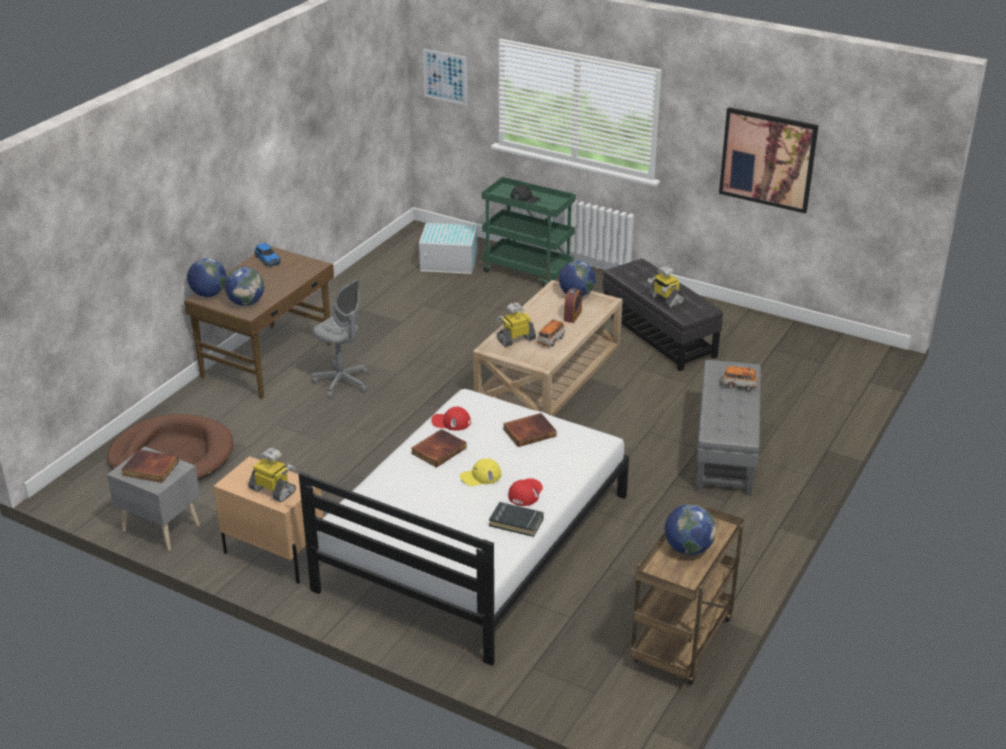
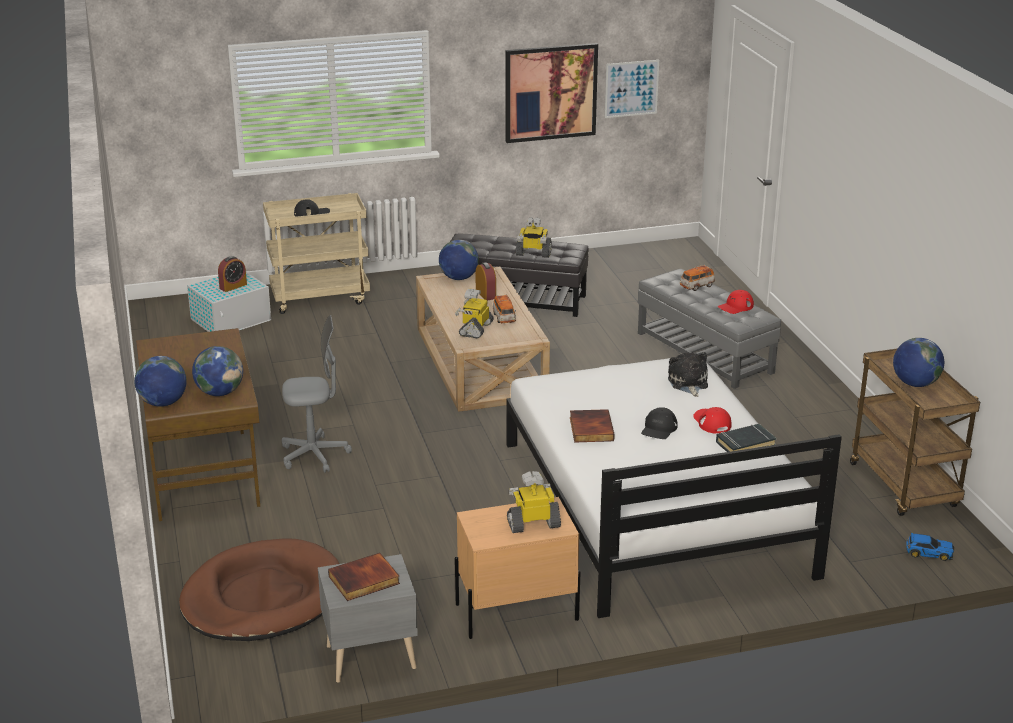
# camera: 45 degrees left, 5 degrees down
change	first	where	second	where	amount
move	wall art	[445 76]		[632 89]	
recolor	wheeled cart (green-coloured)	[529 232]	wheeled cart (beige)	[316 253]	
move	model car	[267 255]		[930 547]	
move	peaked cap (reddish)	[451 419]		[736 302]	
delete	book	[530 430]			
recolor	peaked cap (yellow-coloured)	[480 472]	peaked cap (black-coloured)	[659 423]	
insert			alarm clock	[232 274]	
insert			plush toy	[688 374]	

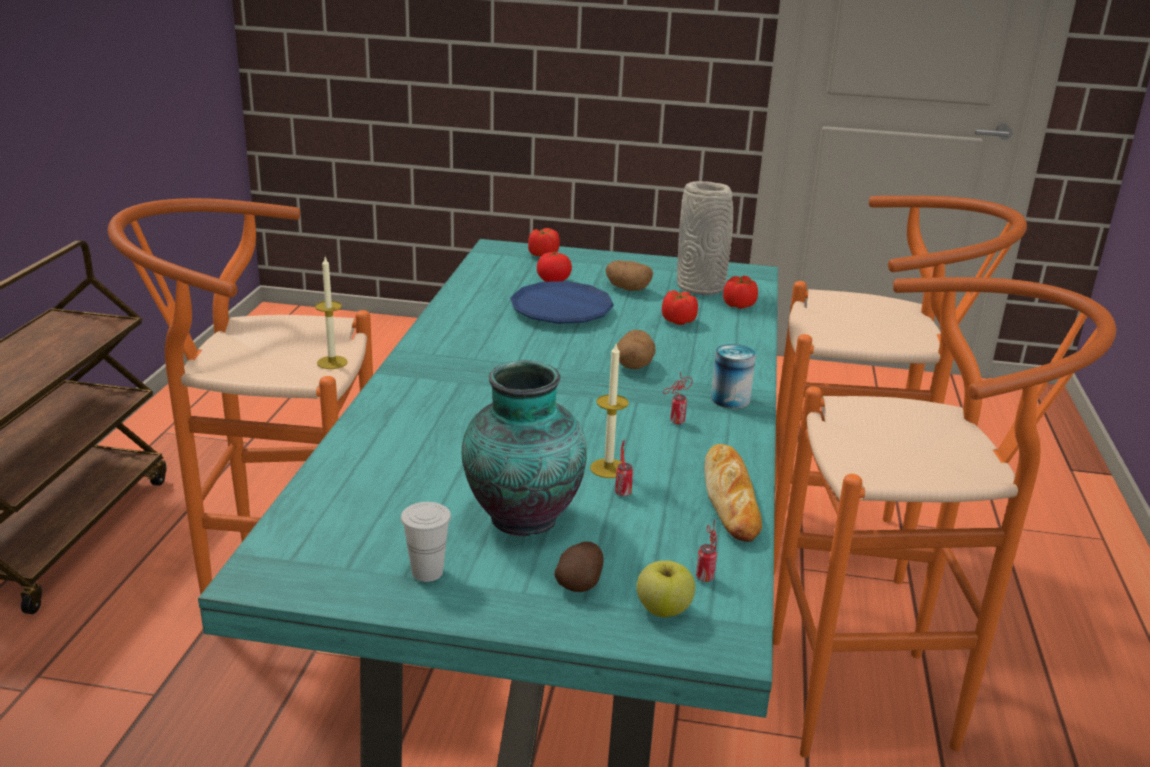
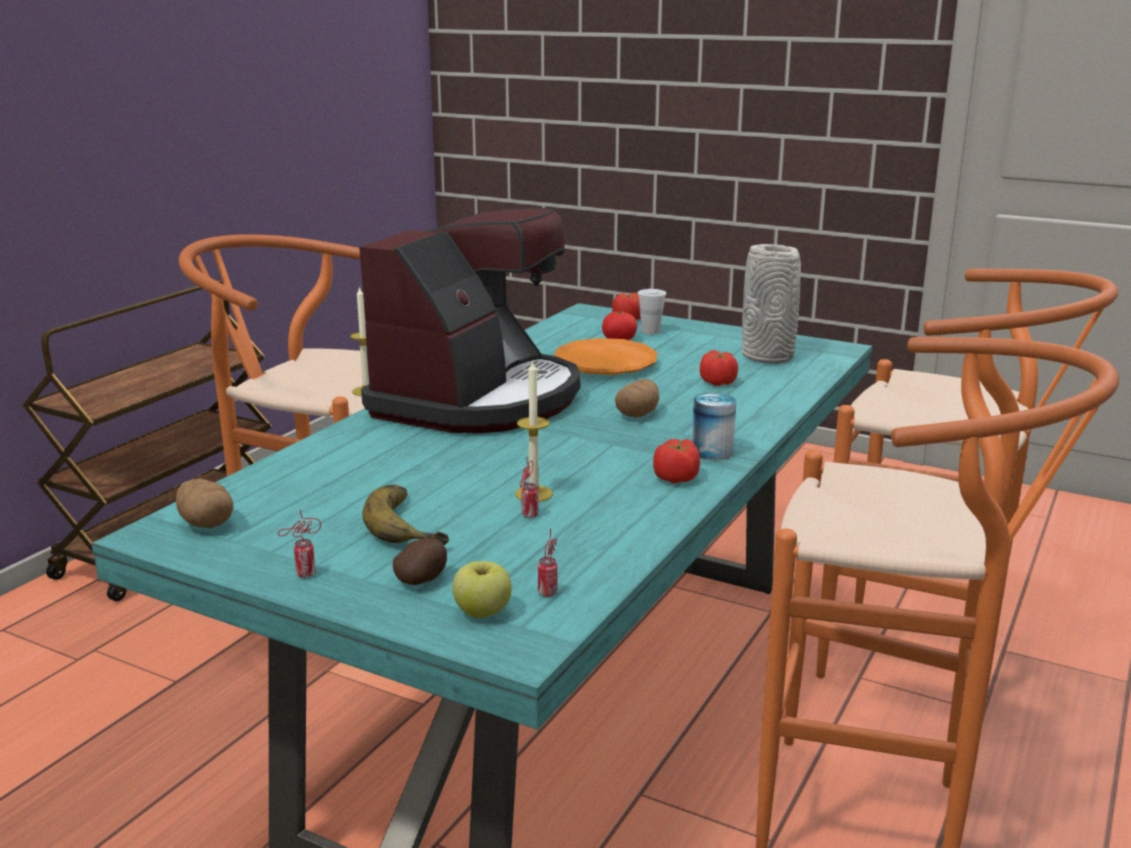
# camera: 20 degrees right, 5 degrees down
change	first	where	second	where	amount
move	whole potato	[629 275]		[204 503]	
move	tomato	[740 292]		[676 461]	
recolor	flat dish (blue-coloured)	[562 302]	flat dish (orange-coloured)	[606 356]	
replace	vase	[524 448]	whole banana	[405 515]	
move	sealed can	[677 398]		[299 543]	
delete	bread	[733 493]			
move	cup (white-coloured)	[426 542]		[651 311]	
insert			coffee machine	[470 320]	

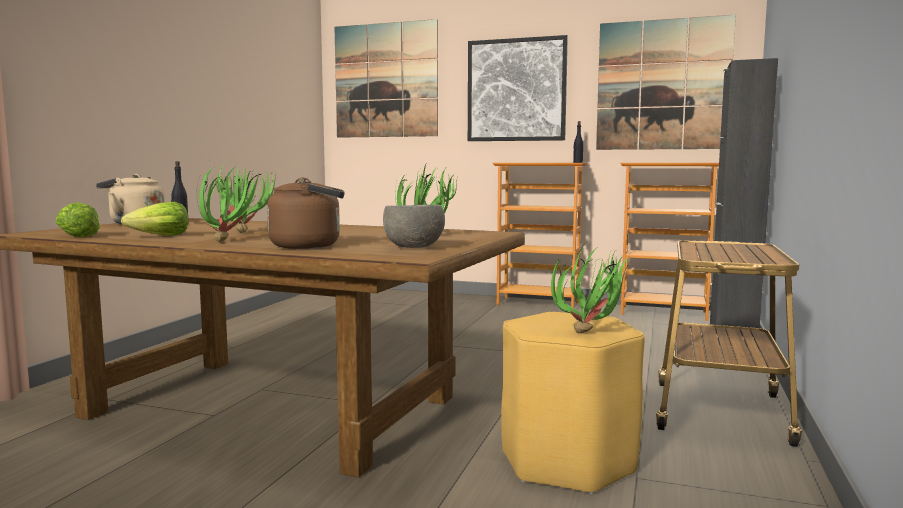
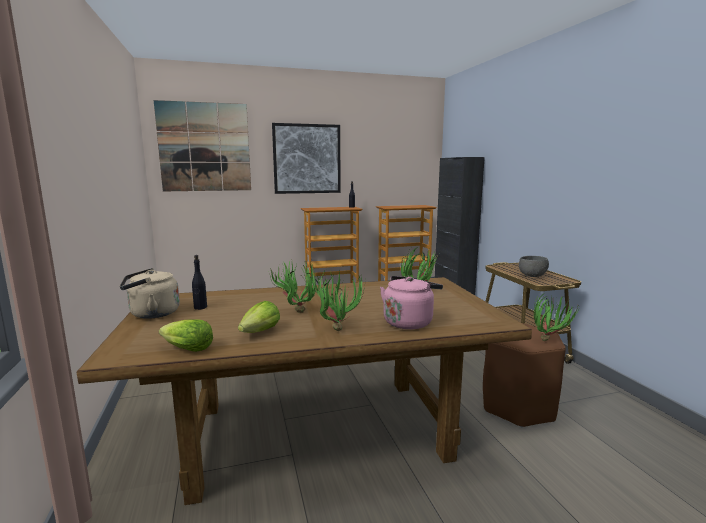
# camera: 35 degrees left, 5 degrees up
change	first	where	second	where	amount
delete	wall art	[666 82]			
recolor	water kettle (brown-coloured)	[306 213]	water kettle (pink)	[411 302]	
move	deep dish (grey)	[414 226]		[534 266]	
recolor	sitting stool (yellow-coloured)	[573 403]	sitting stool (brown-coloured)	[524 375]	

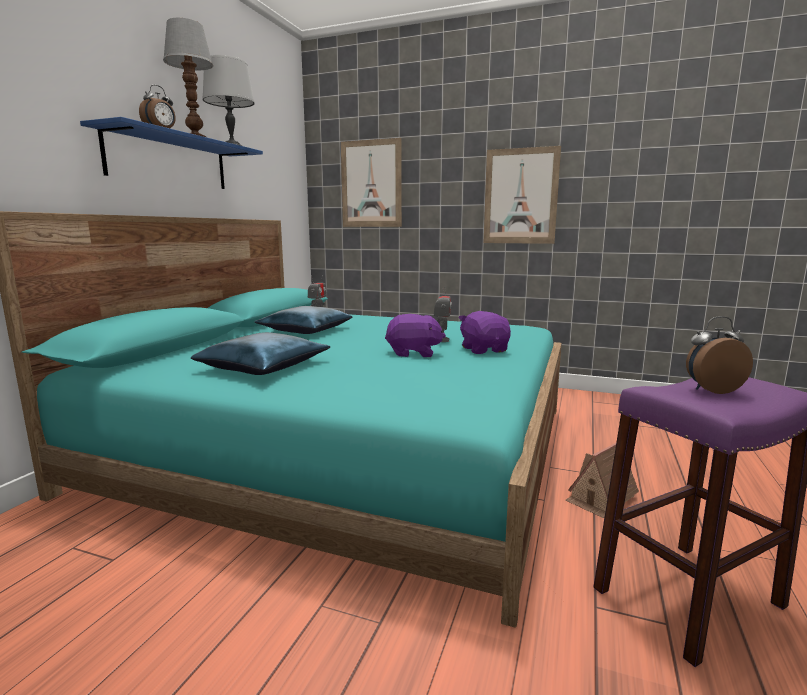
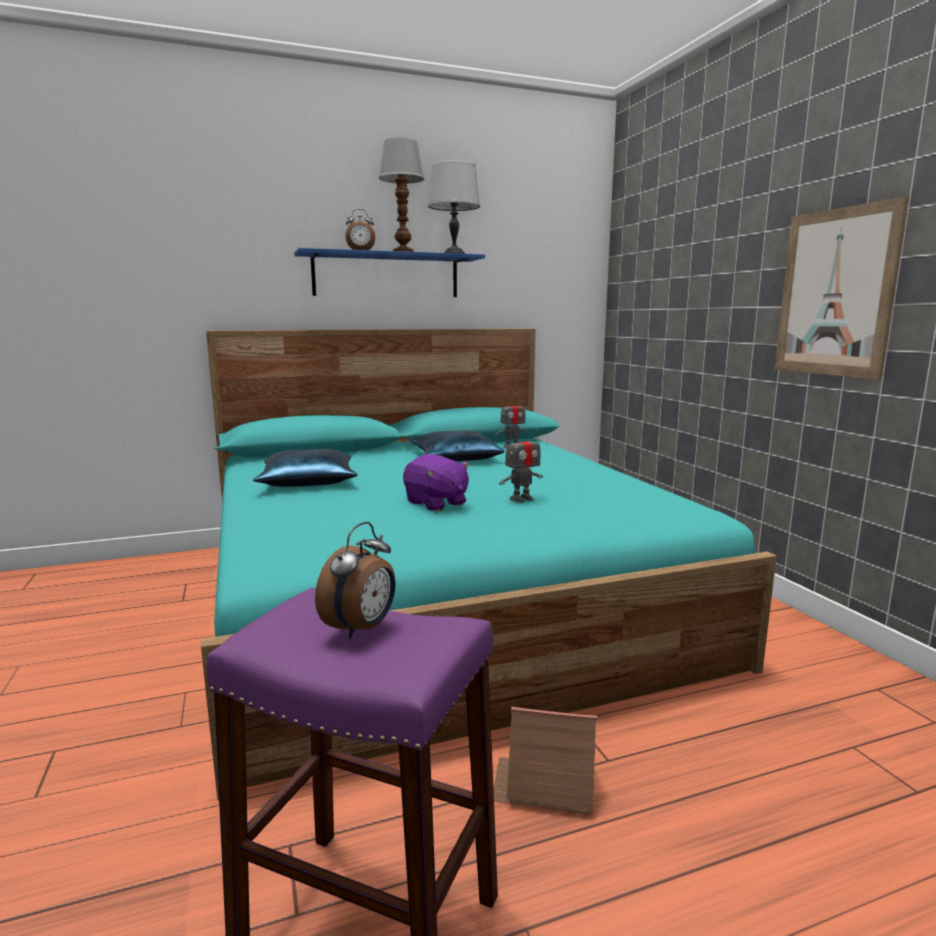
# camera: 50 degrees right, 0 degrees up
change	first	where	second	where	amount
delete	wall art	[371 182]			
delete	plush toy (purple)	[485 332]			
rotate	alarm clock	[719 355]		[355 580]	75 degrees clockwise

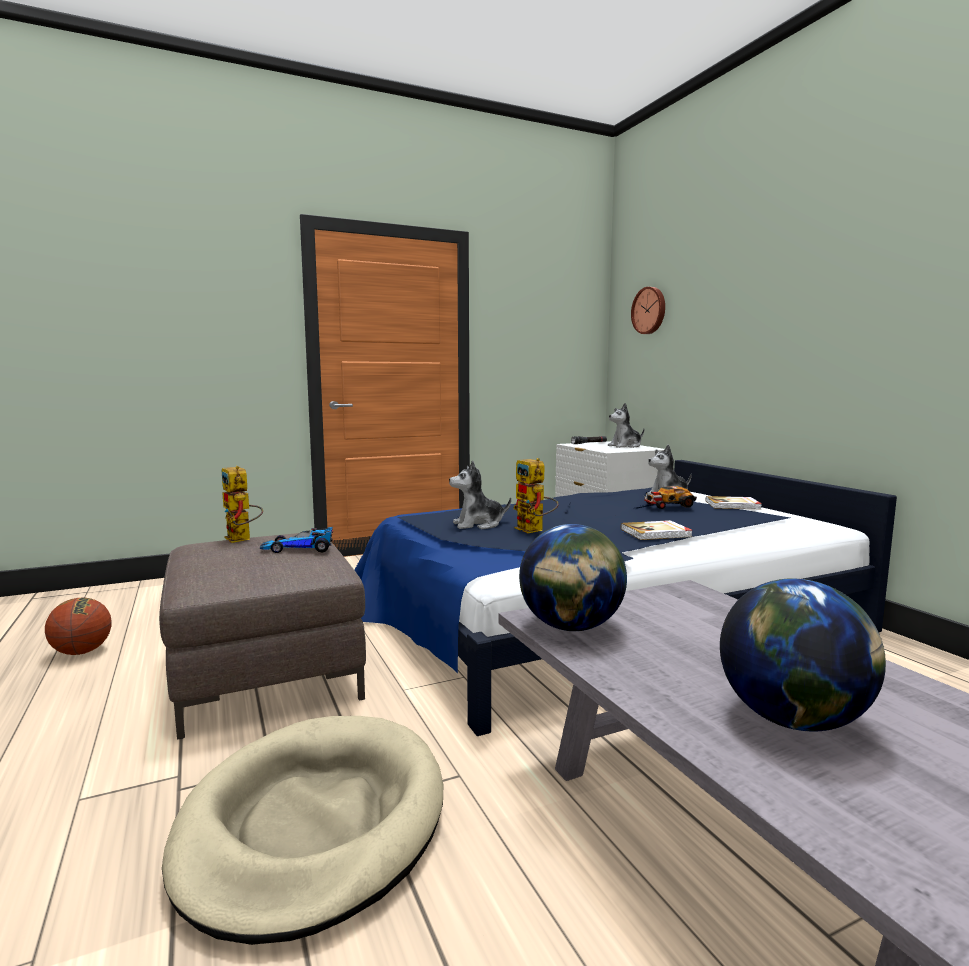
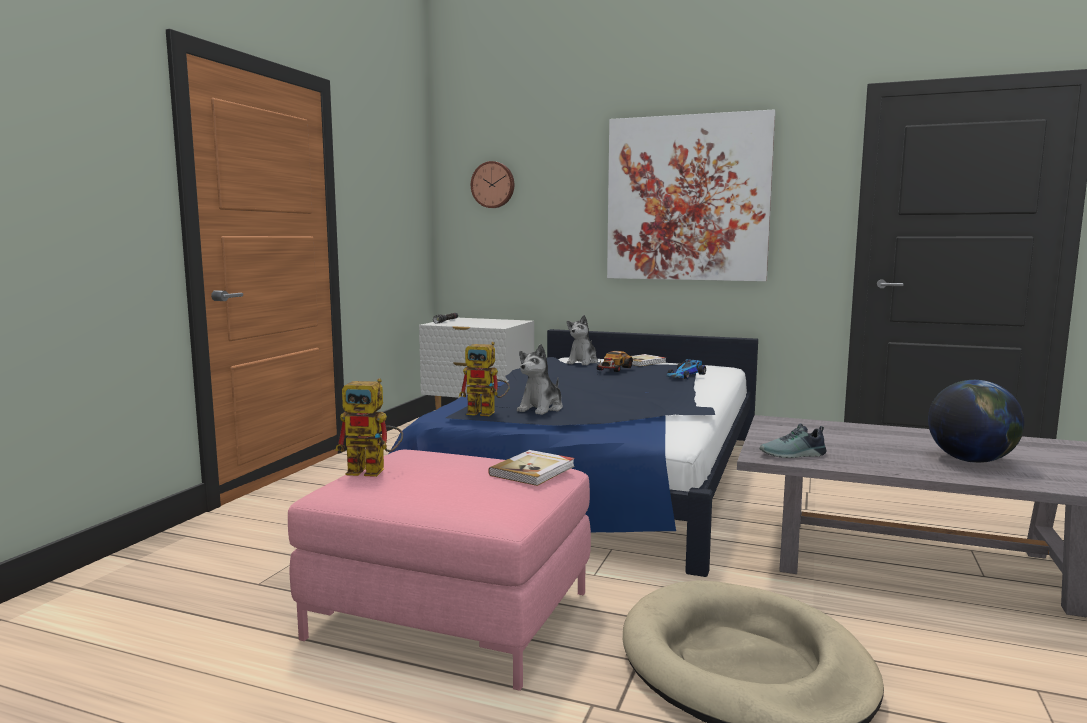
# camera: 45 degrees left, 0 degrees up
change	first	where	second	where	amount
delete	plush toy	[626 425]			
move	robot figure	[536 495]		[484 379]	
move	book	[657 530]		[531 468]	
replace	desk globe	[573 577]	shoe	[793 440]	
move	model car	[296 540]		[686 369]	
recolor	pouffe (brown-coloured)	[262 636]	pouffe (pink)	[439 570]	
delete	basketball ball	[78 626]			
insert			wall art	[691 195]	

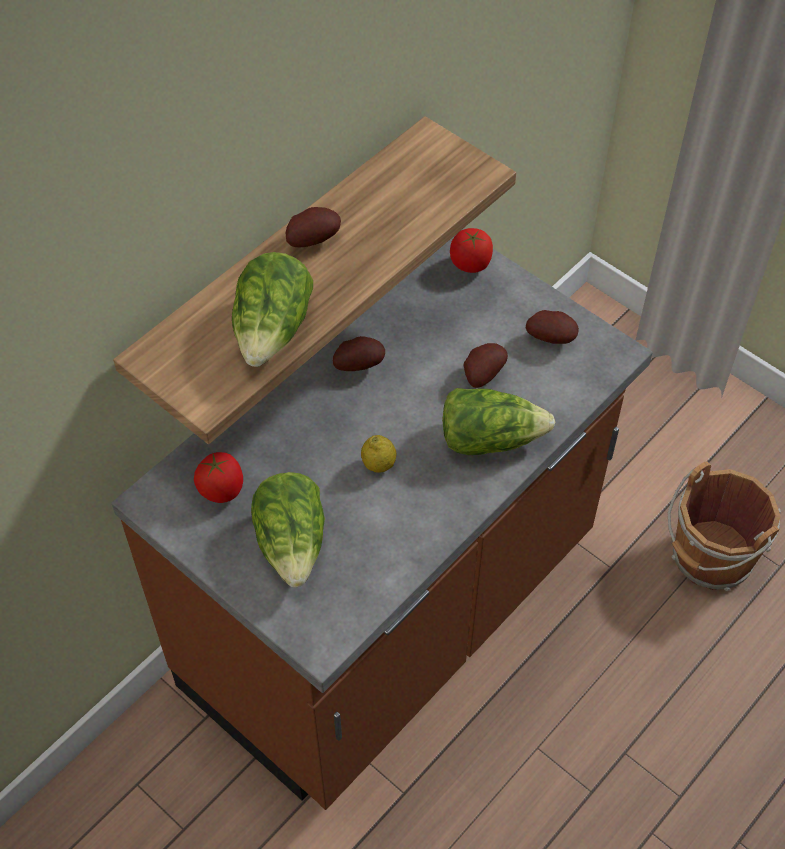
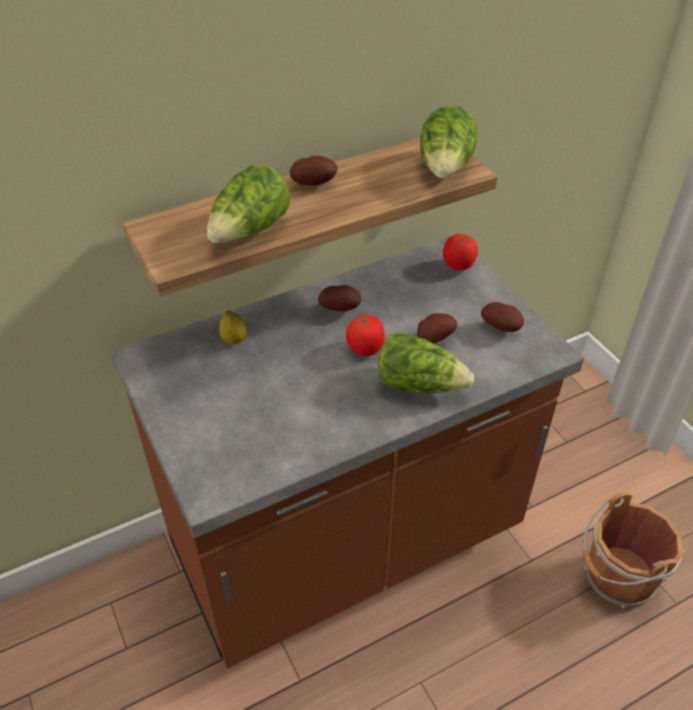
# camera: 20 degrees right, 10 degrees down
change	first	where	second	where	amount
move	whole lemon	[378 454]		[233 327]	
move	tomato	[218 477]		[365 335]	
move	lettuce	[288 529]		[449 142]	

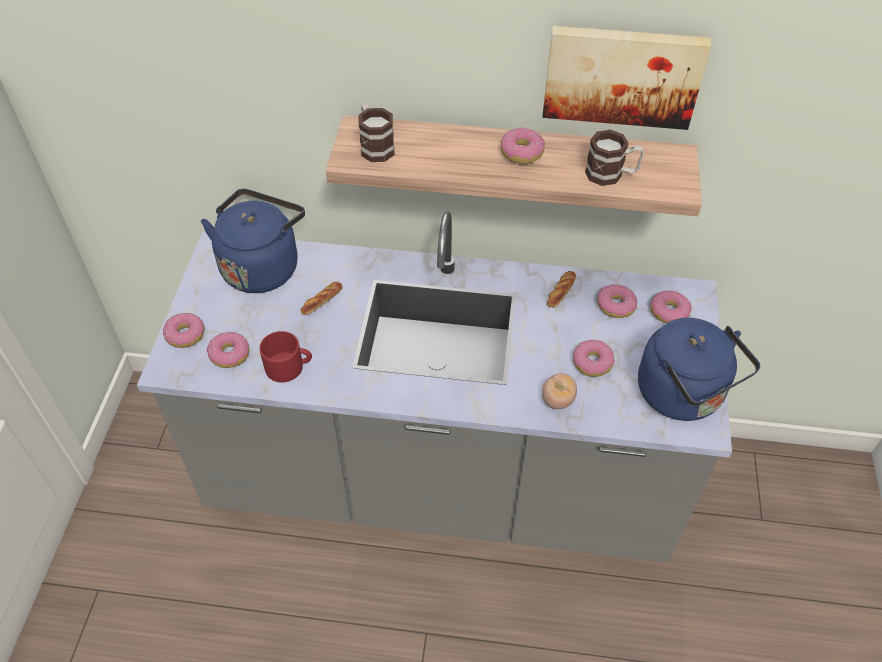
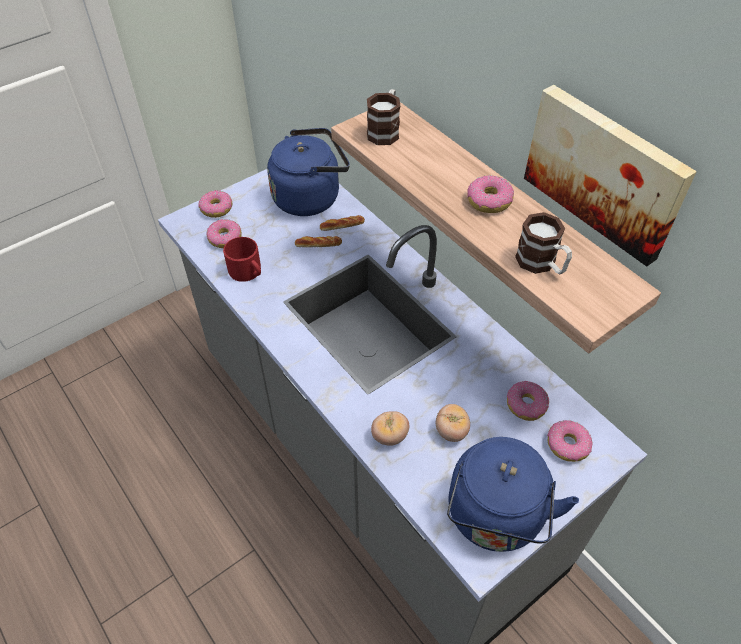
# camera: 45 degrees right, 0 degrees up
change	first	where	second	where	amount
move	bread	[561 289]		[342 223]	
replace	ring doughnut	[594 358]	tomato	[453 423]	

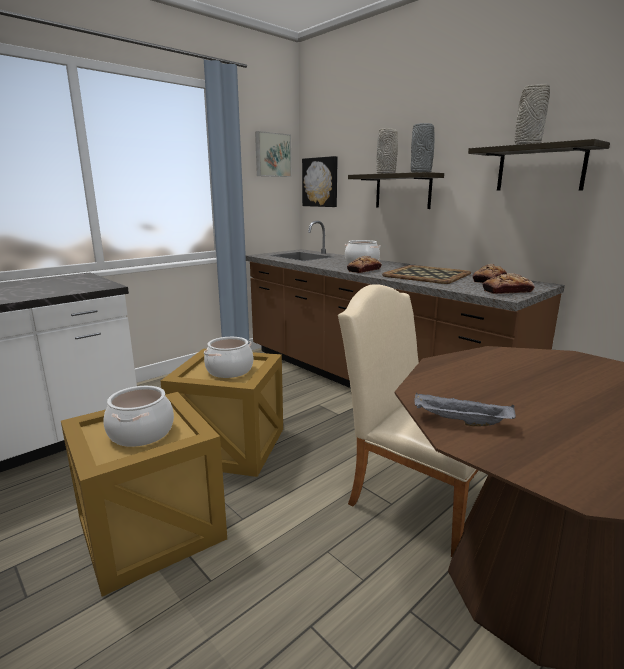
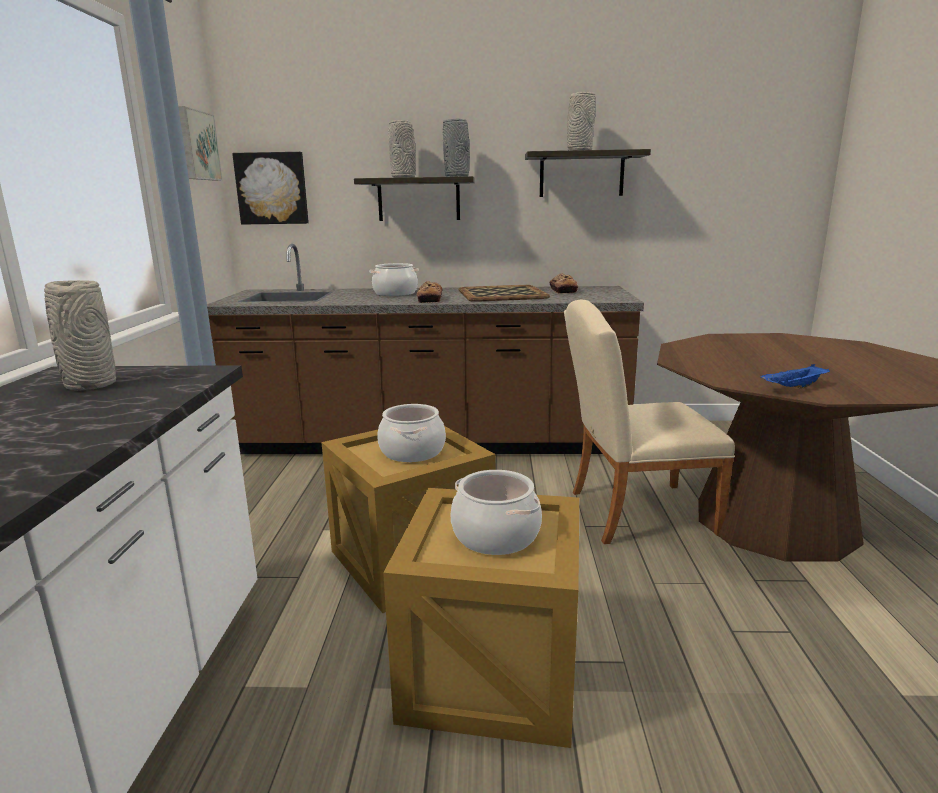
# camera: 45 degrees left, 0 degrees up
change	first	where	second	where	amount
delete	bread	[509 283]			
recolor	carrying tray (grey)	[465 409]	carrying tray (blue-coloured)	[795 376]	
insert			vase (grey)	[80 335]	

